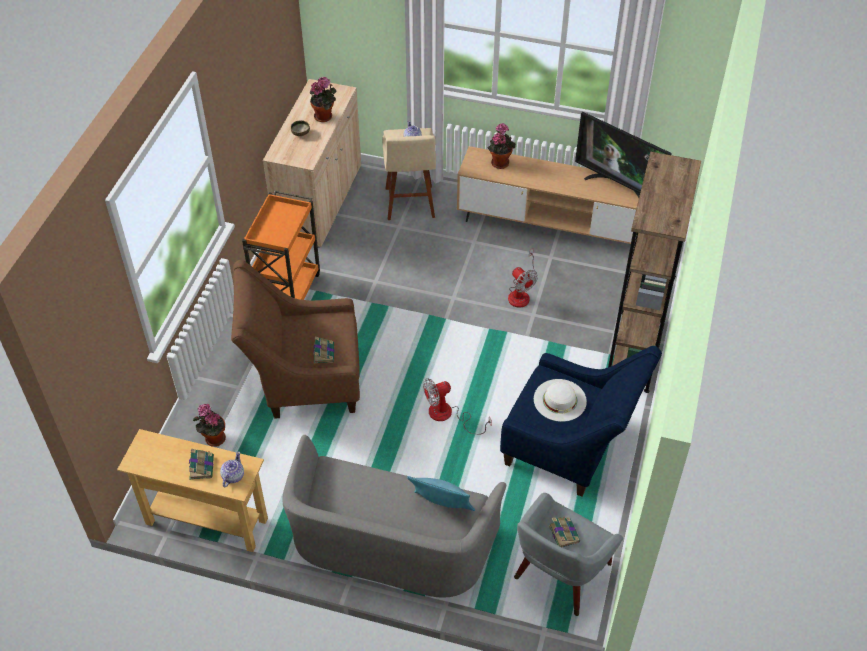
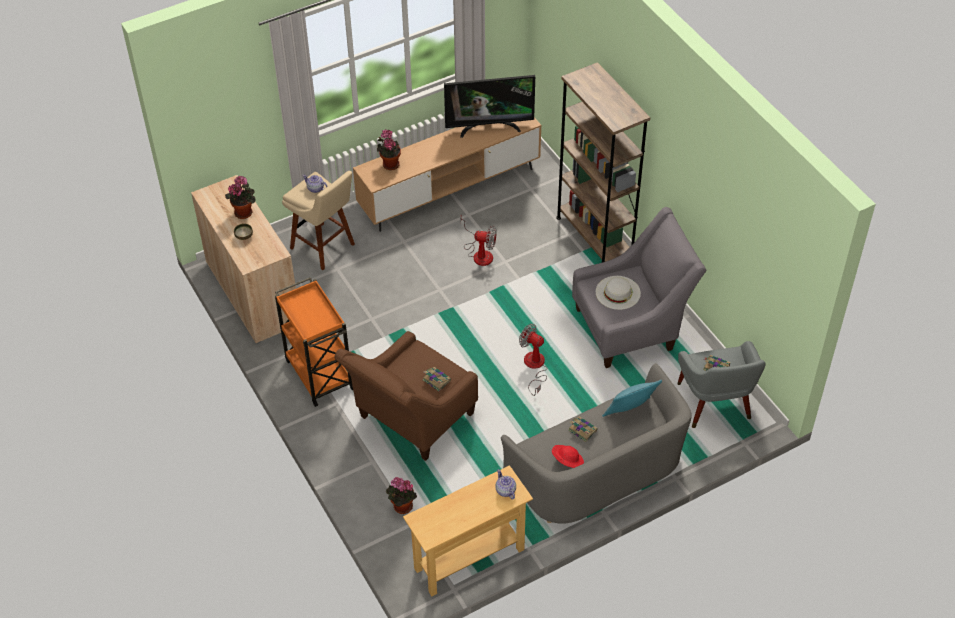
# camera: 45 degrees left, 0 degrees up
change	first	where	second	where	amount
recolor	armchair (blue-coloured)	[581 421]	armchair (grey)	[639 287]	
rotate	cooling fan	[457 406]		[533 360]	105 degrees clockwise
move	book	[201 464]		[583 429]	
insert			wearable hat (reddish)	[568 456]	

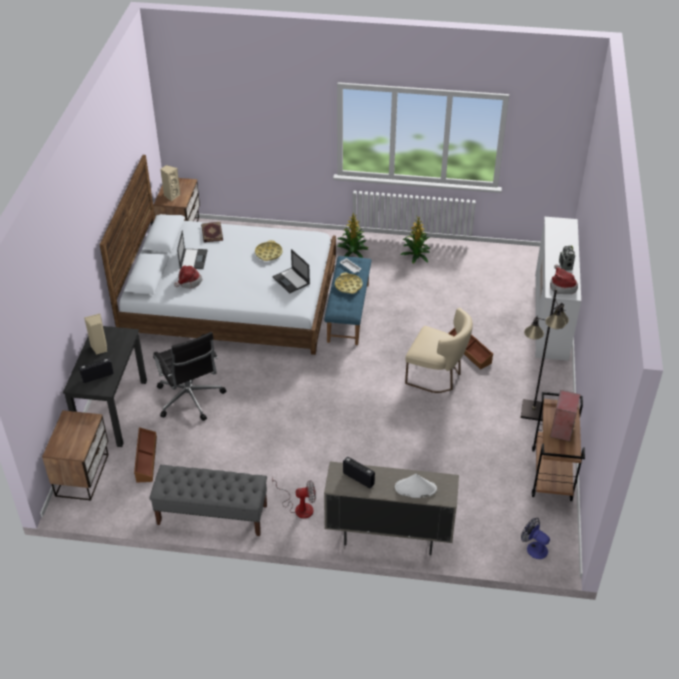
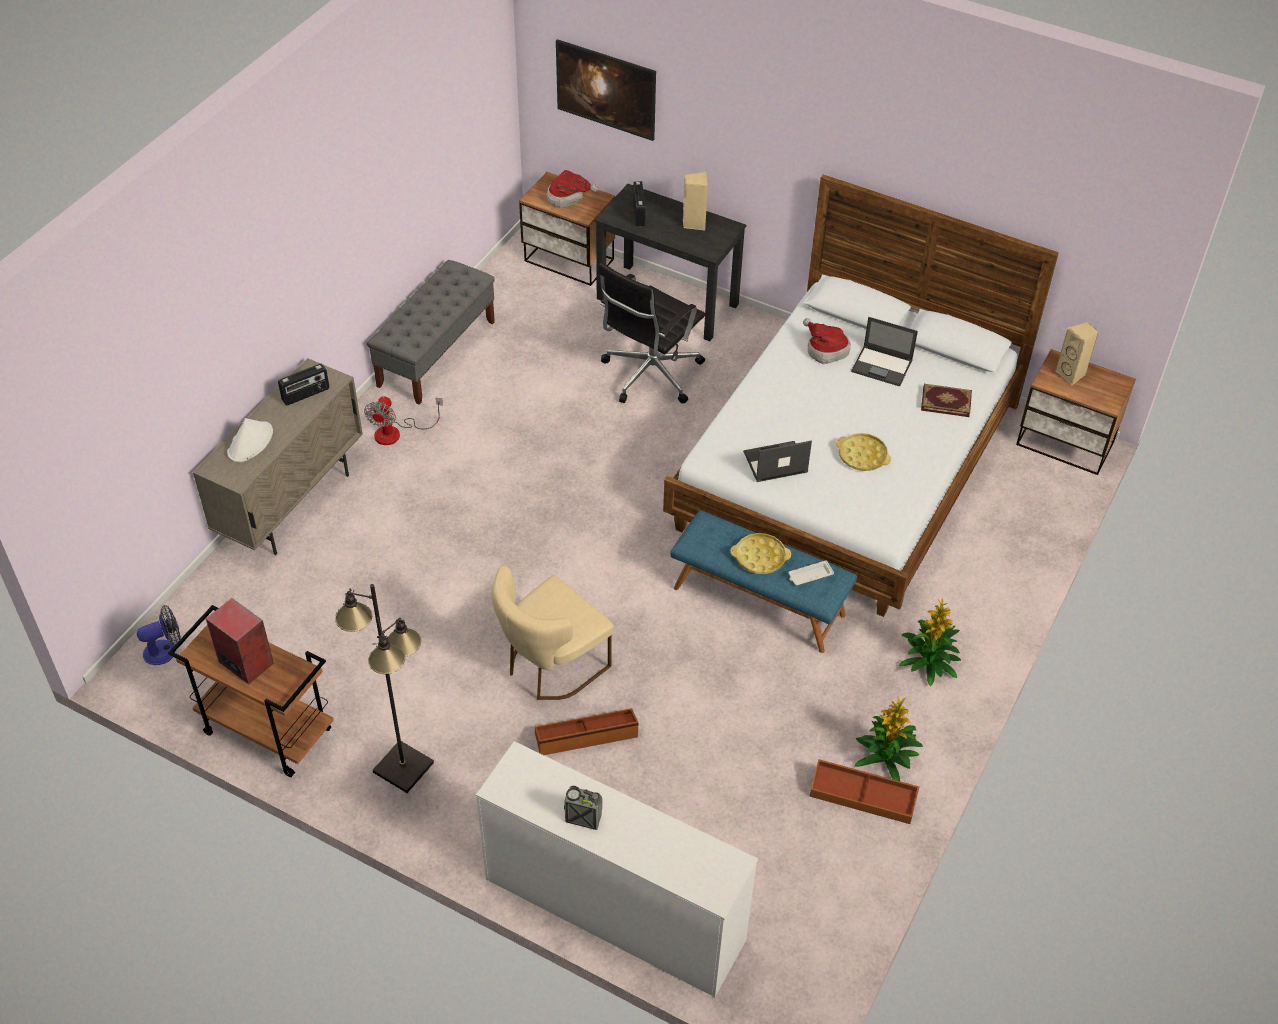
# camera: 110 degrees right, 5 degrees up
change	first	where	second	where	amount
move	wearable hat	[564 279]		[572 189]	
rotate	computer chair (black-coloured)	[189 376]		[652 333]	45 degrees counterclockwise
move	storage box (brown-coloured)	[145 455]		[864 791]	
insert			wall art	[606 90]	

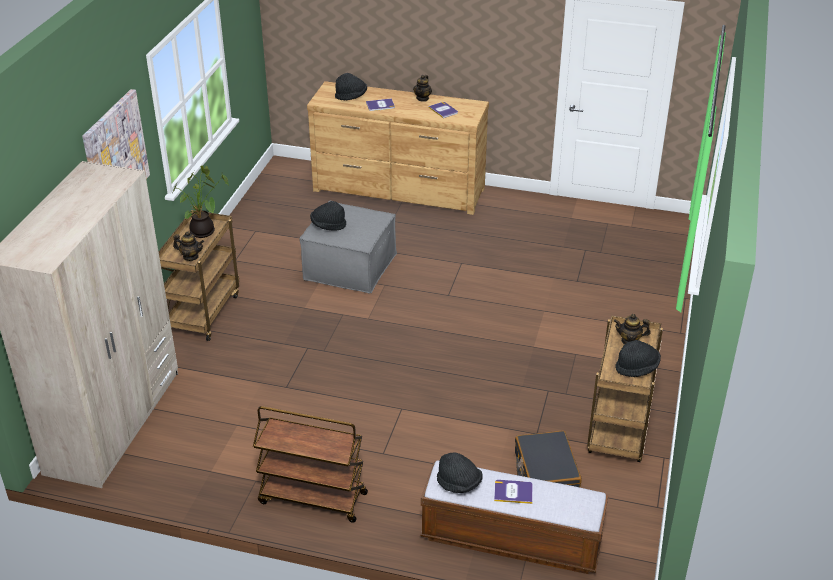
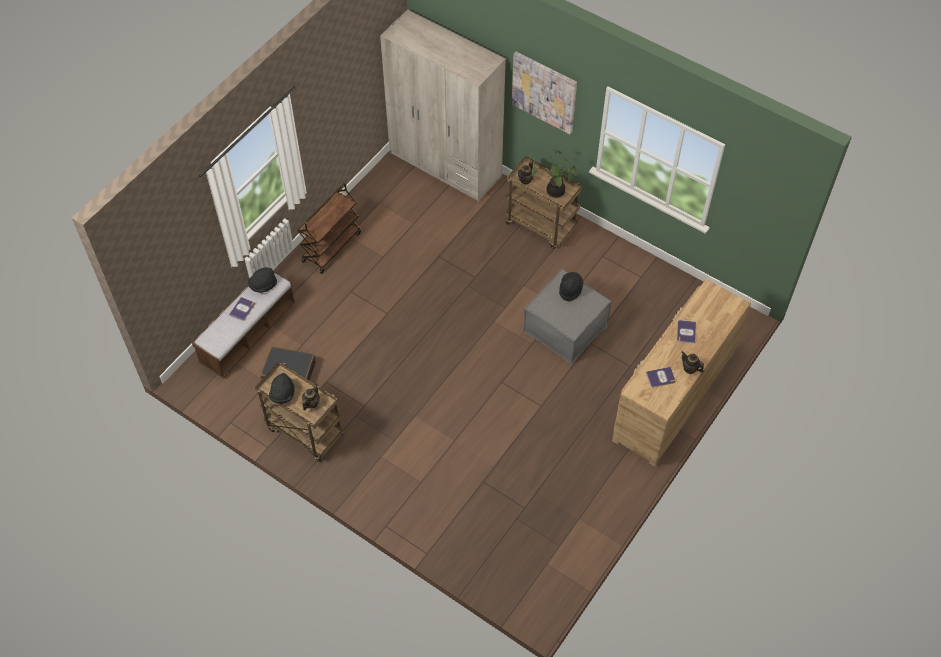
# camera: 110 degrees right, 20 degrees up
change	first	where	second	where	amount
delete	wearable hat (black-coloured)	[351 87]			

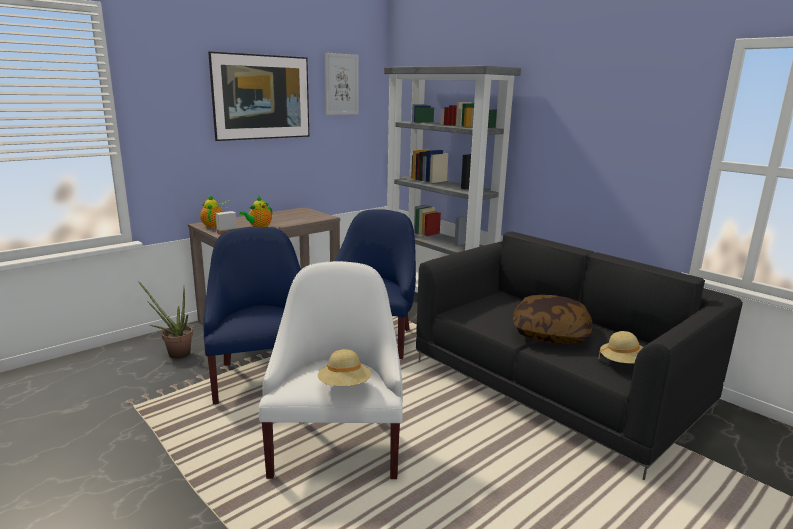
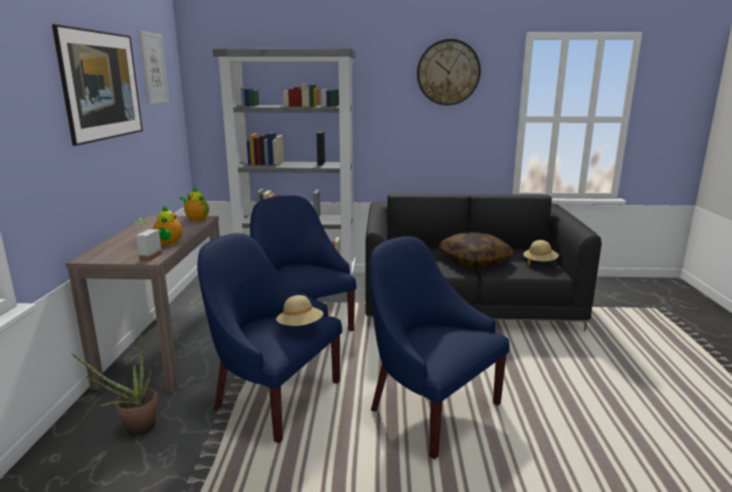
# camera: 45 degrees left, 0 degrees up
change	first	where	second	where	amount
move	pot for tea	[211 211]		[194 203]	
recolor	armchair (white-coloured)	[331 370]	armchair (blue-coloured)	[439 347]	
move	wearable hat (beige)	[344 367]		[299 310]	
insert			wall clock	[449 72]	

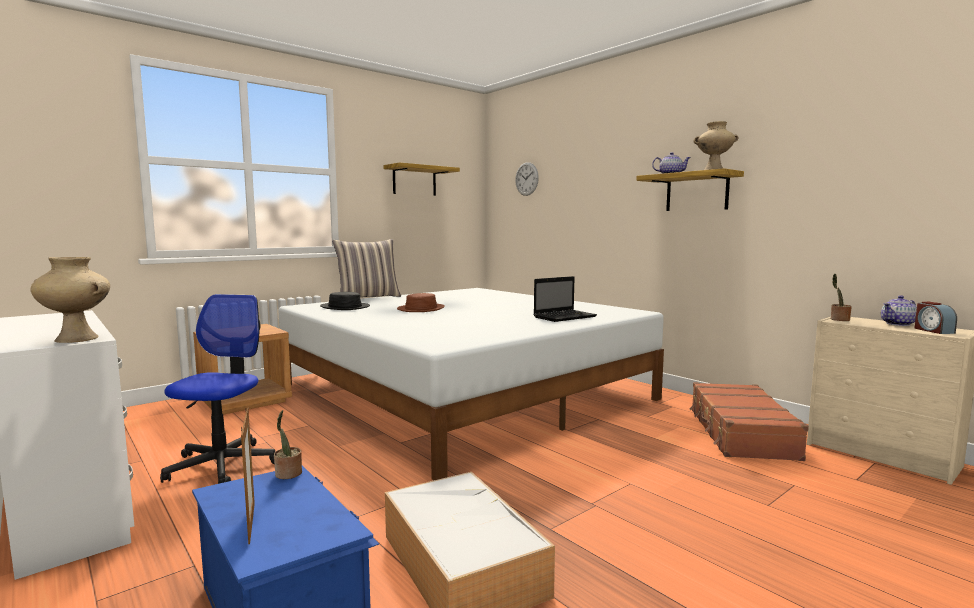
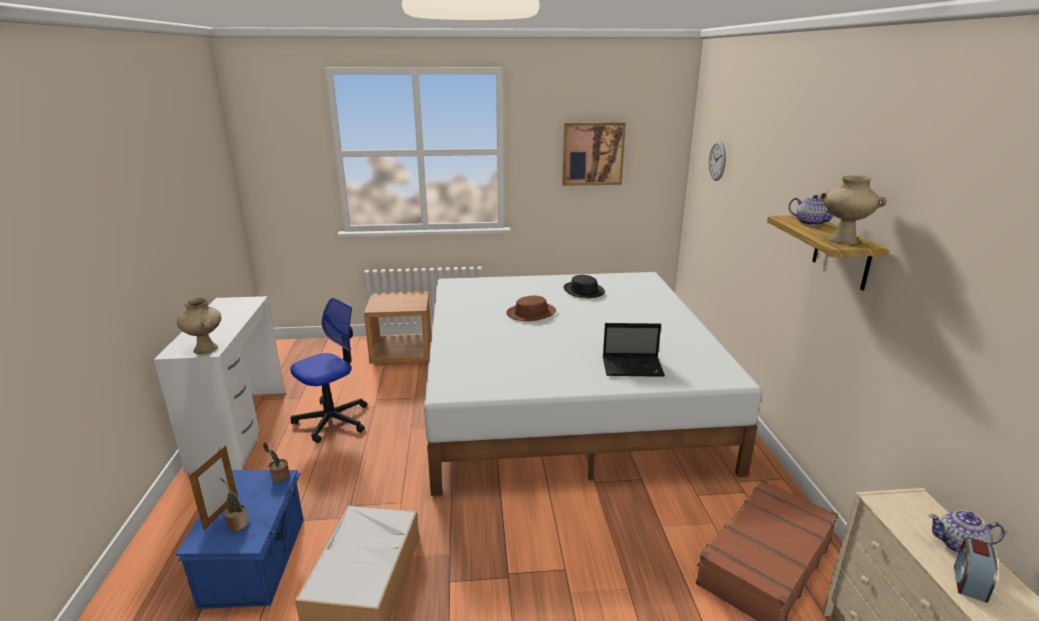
# camera: 35 degrees right, 15 degrees up
change	first	where	second	where	amount
replace	shelf	[422 179]	wall art	[594 154]	
delete	pillow	[366 268]			
move	plant in a pot	[841 297]		[234 504]	
move	wearable hat (black-coloured)	[345 301]		[584 286]	

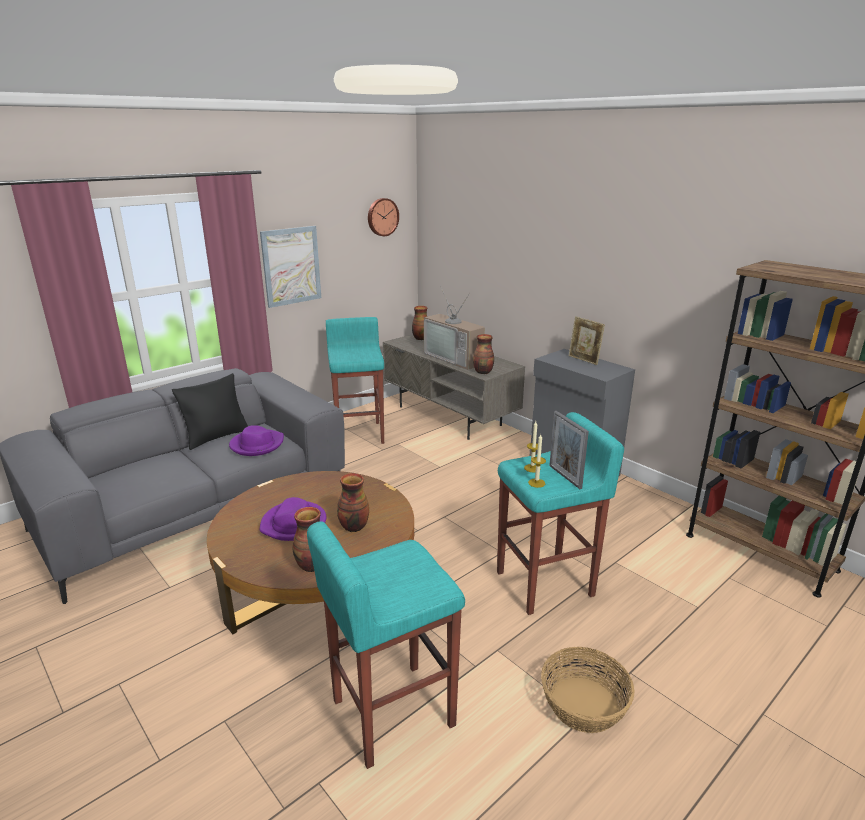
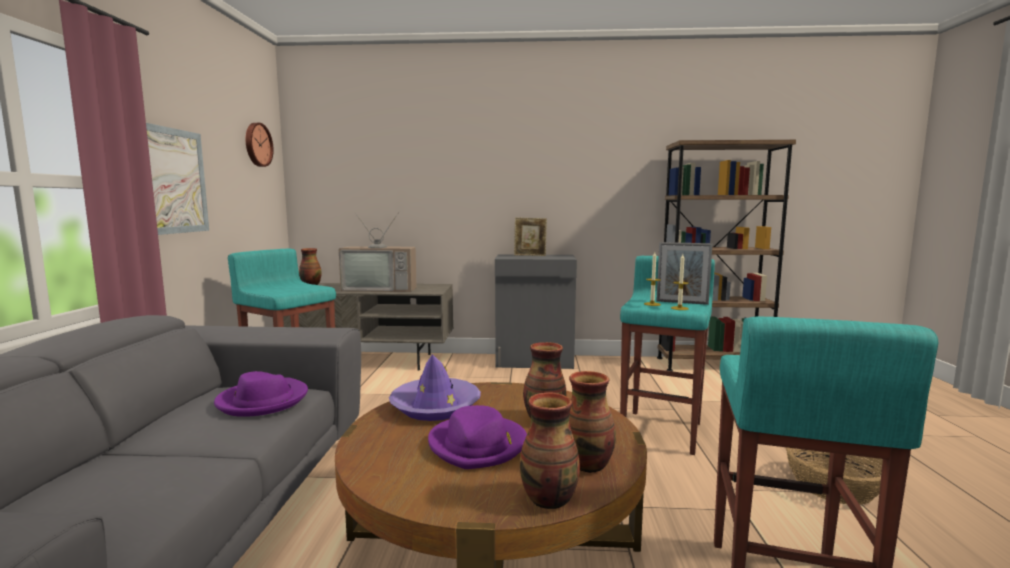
# camera: 45 degrees left, 15 degrees down
change	first	where	second	where	amount
move	vase	[483 354]		[550 451]	
delete	pillow (black-coloured)	[210 411]			
insert			wearable hat (purple)	[435 387]	

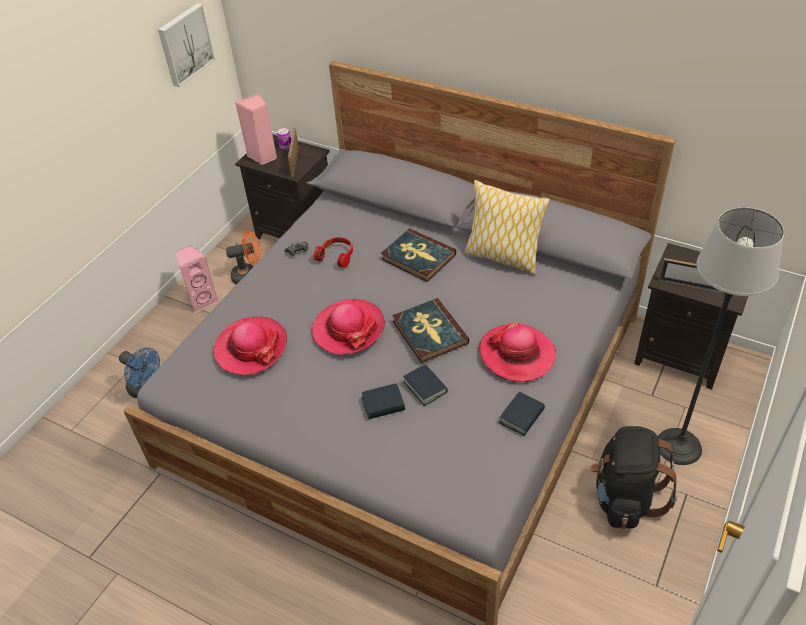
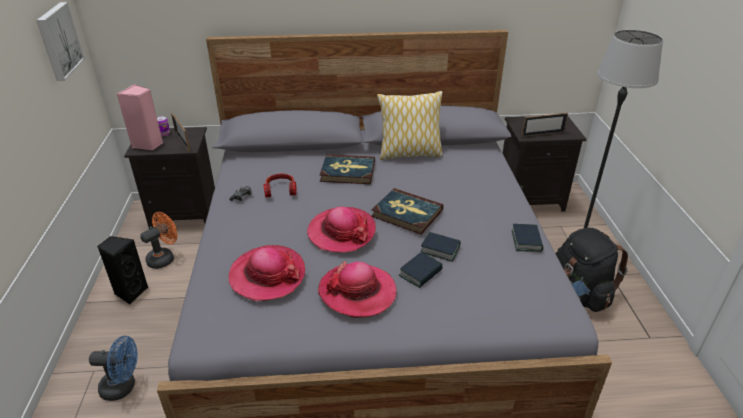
# camera: 35 degrees left, 10 degrees down
change	first	where	second	where	amount
recolor	loudspeaker (pink)	[197 279]	loudspeaker (black-coloured)	[122 270]	
move	wearable hat	[517 352]		[357 289]	

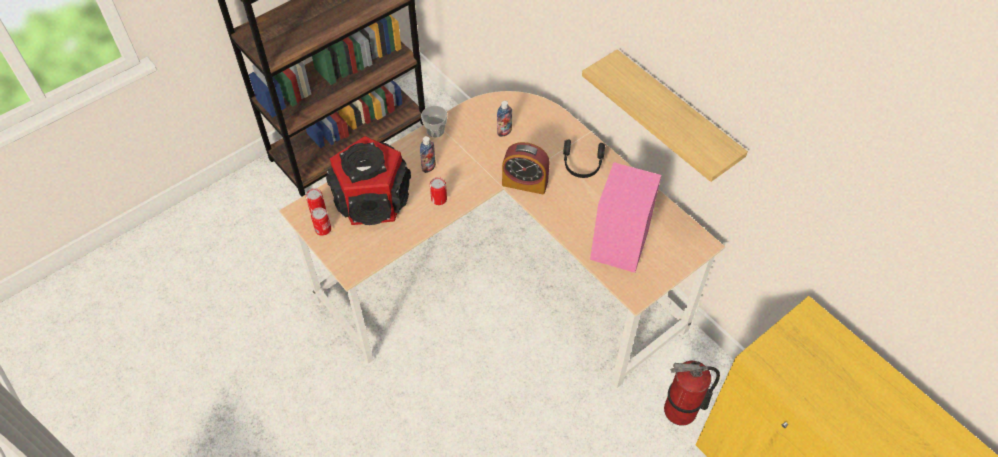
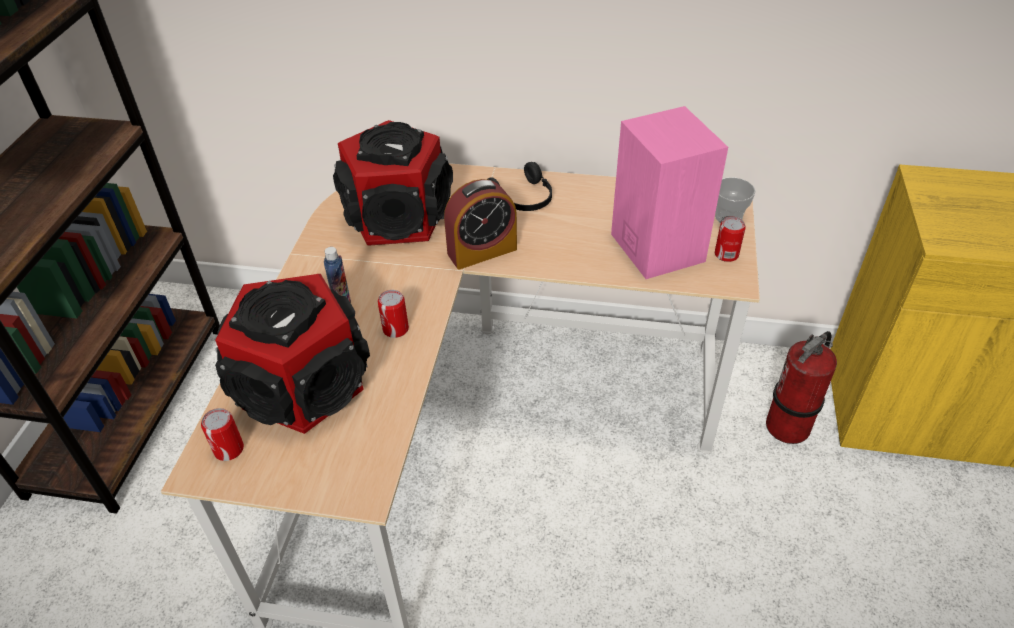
# camera: 40 degrees left, 10 degrees down
change	first	where	second	where	amount
delete	shelf	[665 115]			
replace	beverage bottle	[504 119]	loudspeaker	[393 183]	
move	cup	[434 122]		[735 200]	
move	sealed can	[321 221]		[730 239]	

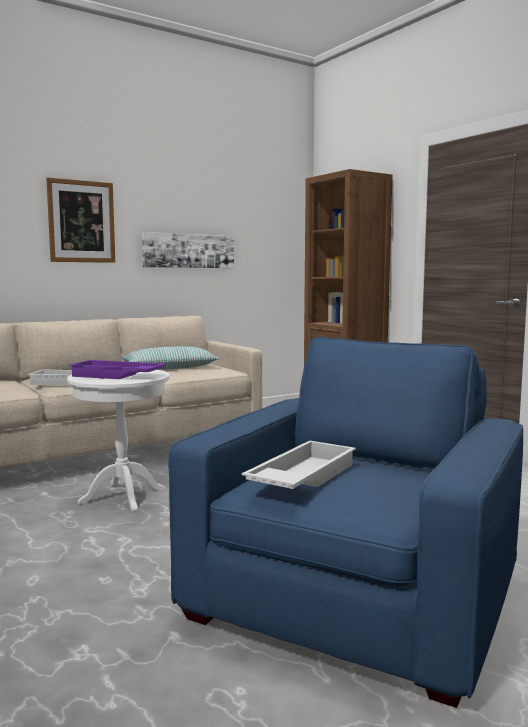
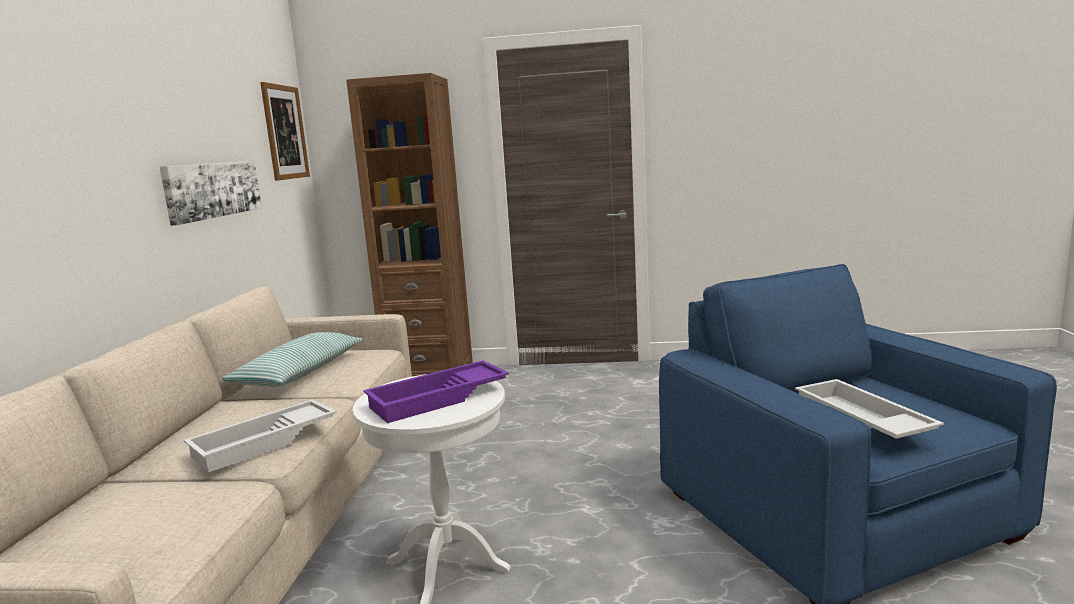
# camera: 50 degrees left, 5 degrees up
change	first	where	second	where	amount
move	wall art	[80 220]		[285 131]	

